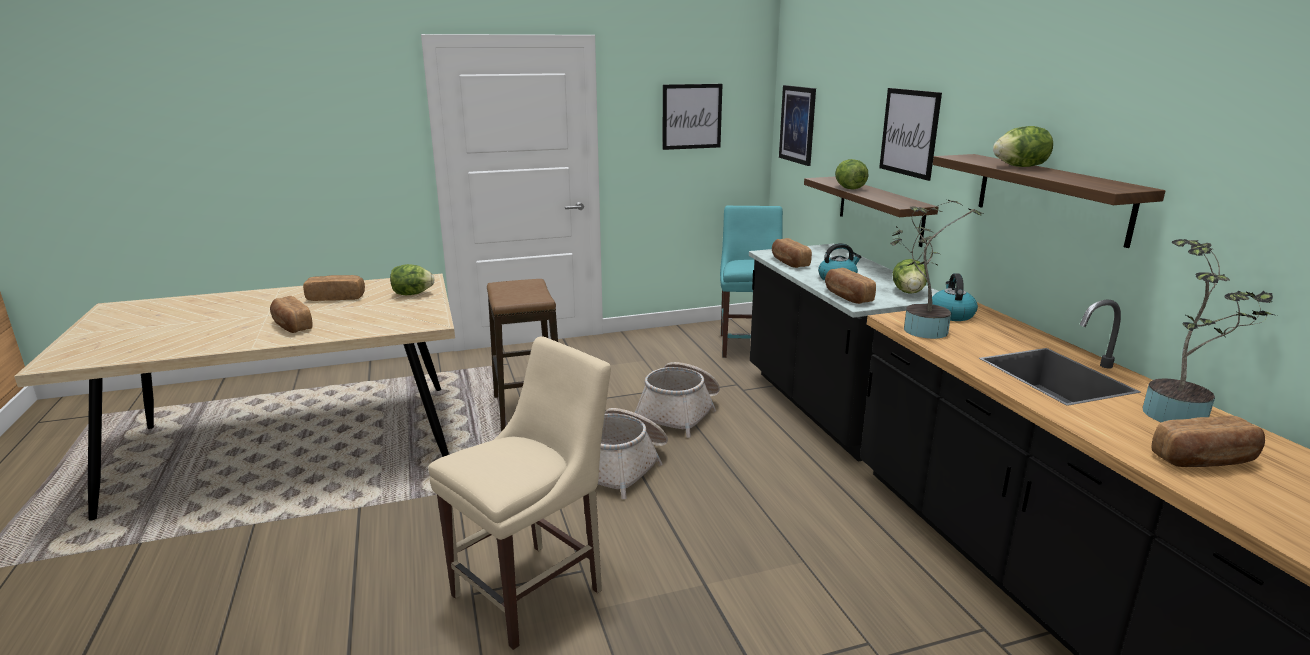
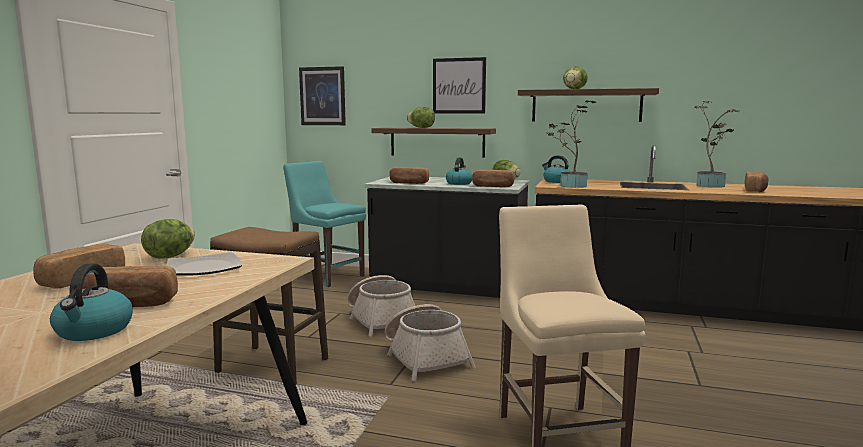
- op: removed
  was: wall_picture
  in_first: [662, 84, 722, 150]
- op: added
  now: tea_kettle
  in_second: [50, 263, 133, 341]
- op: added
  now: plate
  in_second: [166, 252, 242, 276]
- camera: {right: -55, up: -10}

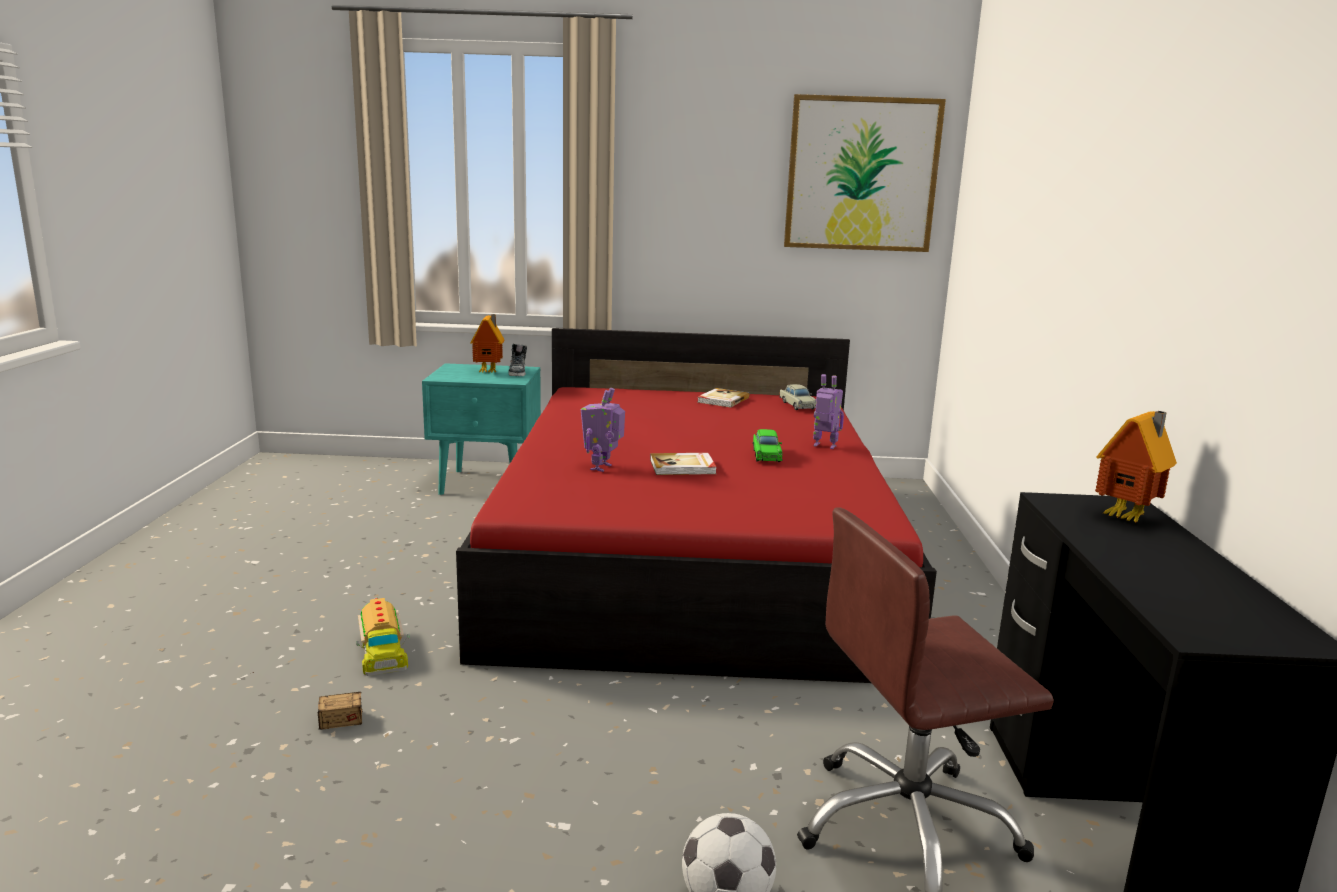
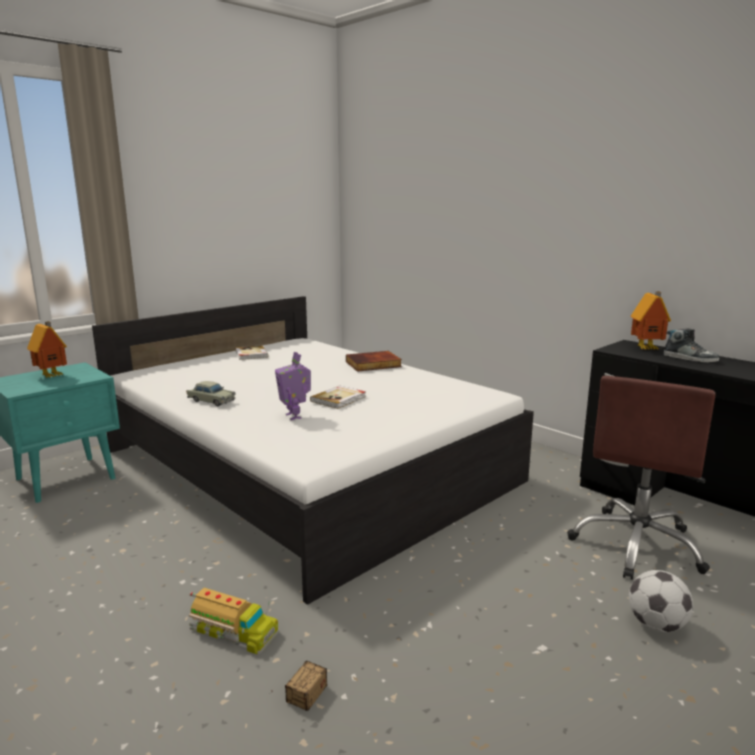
- op: recoloured
  was: reddish_sleeping_bed
  now: white-coloured_sleeping_bed
  in_first: [456, 328, 937, 683]
  in_second: [92, 296, 534, 605]
- op: moved
  was: low_shoe
  in_first: [508, 344, 527, 376]
  in_second: [664, 328, 719, 363]
- op: removed
  was: green_miniature_car
  in_first: [753, 429, 783, 462]
- op: moved
  was: beige-coloured_miniature_car
  in_first: [779, 384, 816, 410]
  in_second: [186, 381, 236, 406]
- op: removed
  was: wall_picture
  in_first: [784, 94, 946, 252]
- op: replaced
  was: toy_robot
  now: volume
  in_first: [813, 374, 844, 449]
  in_second: [346, 351, 402, 372]
- camera: {right: -45, up: 0}

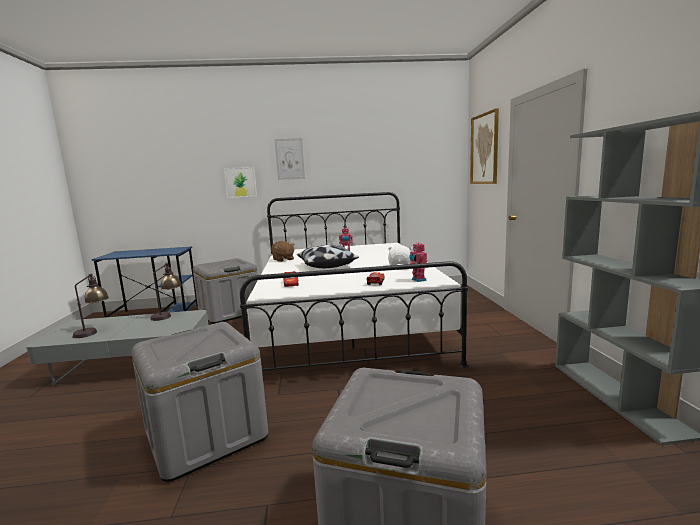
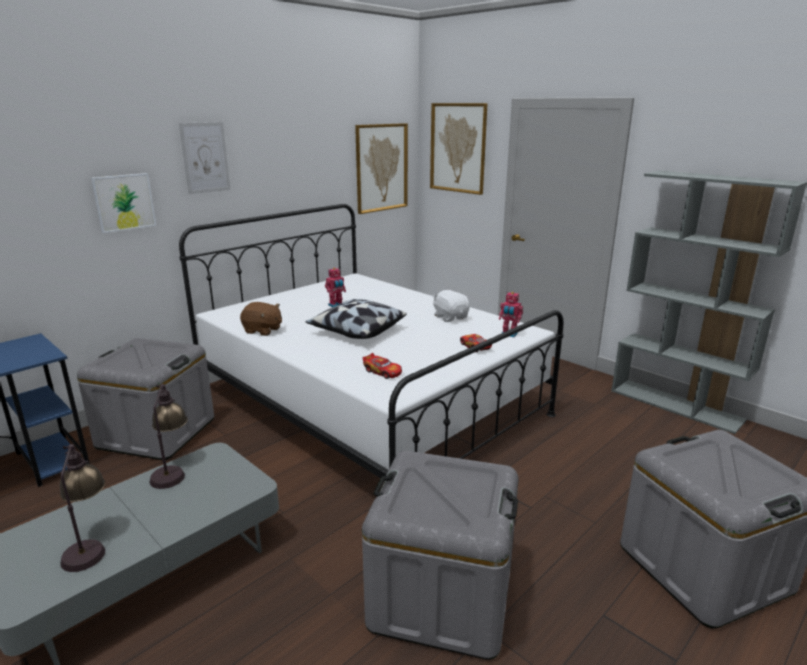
- op: added
  now: wall_picture
  in_second: [355, 123, 408, 214]
- camera: {right: -40, up: 10}

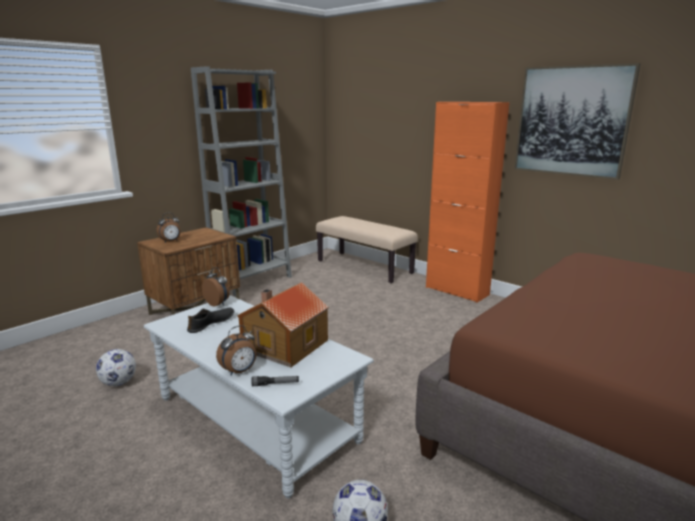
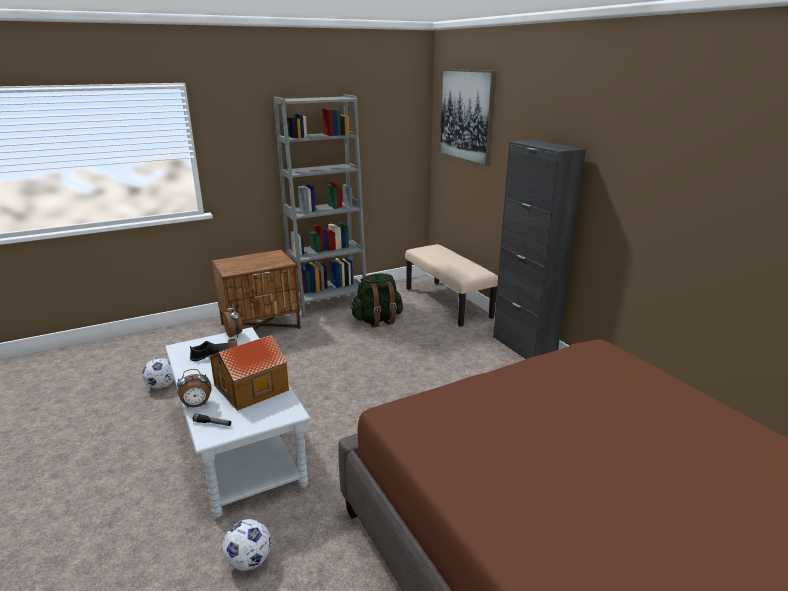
- op: removed
  was: alarm_clock
  in_first: [157, 212, 180, 243]
- op: recoloured
  was: orange_cupboard
  now: black-coloured_cupboard
  in_first: [426, 102, 509, 303]
  in_second: [493, 140, 586, 359]
- op: moved
  was: wall_picture
  in_first: [514, 63, 640, 180]
  in_second: [439, 69, 496, 167]
- op: added
  now: green_rucksack
  in_second: [351, 273, 403, 328]
- camera: {right: 20, up: 5}

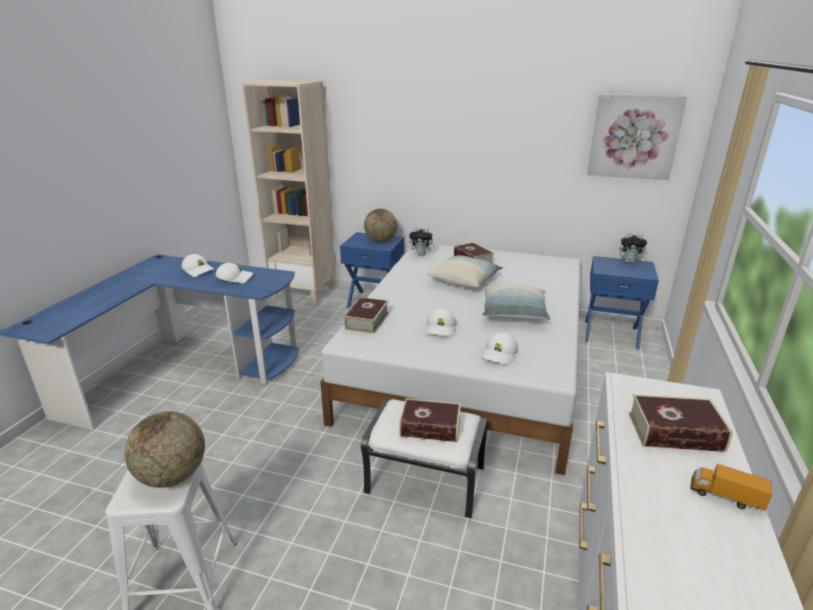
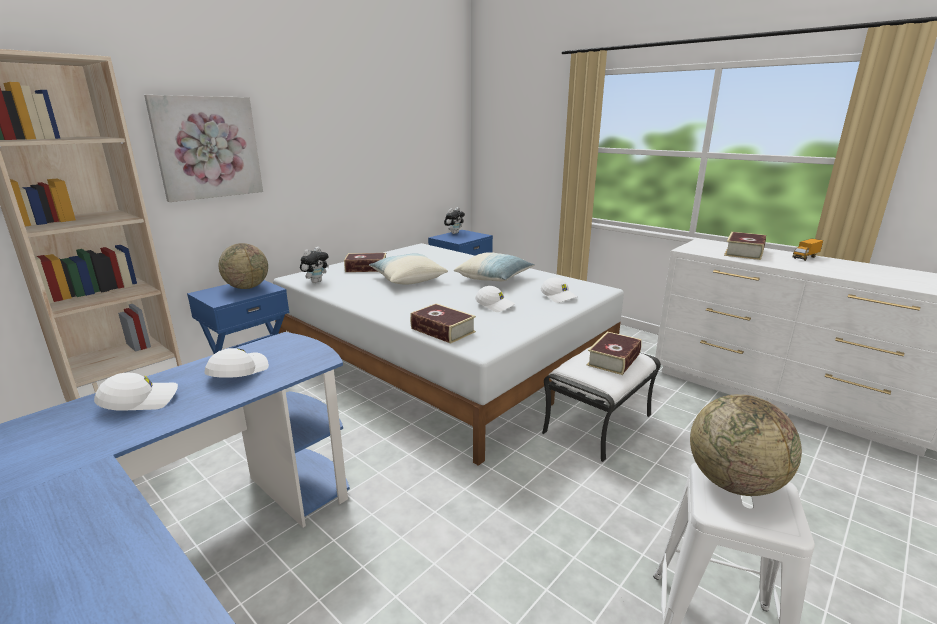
- op: moved
  was: wall_picture
  in_first: [587, 94, 687, 180]
  in_second: [144, 95, 263, 202]
- camera: {right: -65, up: -5}

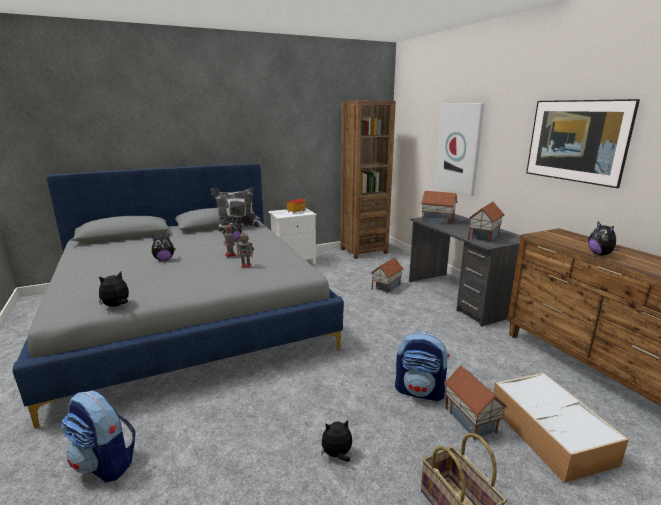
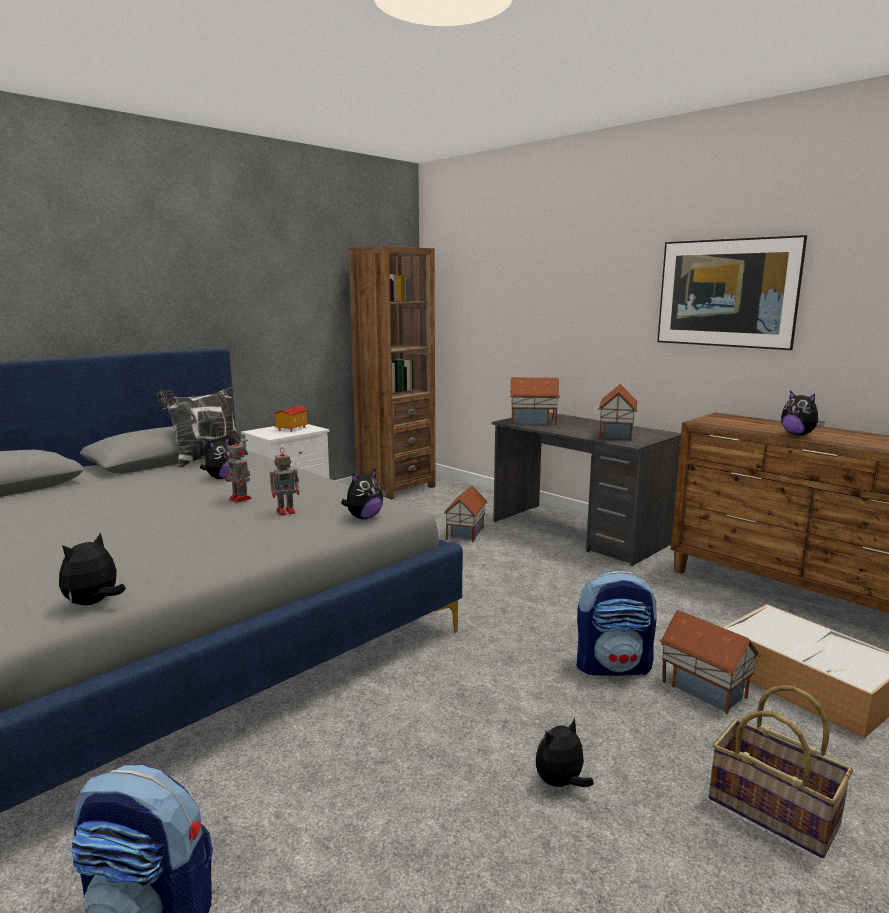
- op: moved
  was: soft_toy
  in_first: [152, 235, 175, 261]
  in_second: [341, 469, 383, 519]
- op: removed
  was: wall_picture
  in_first: [434, 103, 485, 196]
- camera: {right: -20, up: -5}

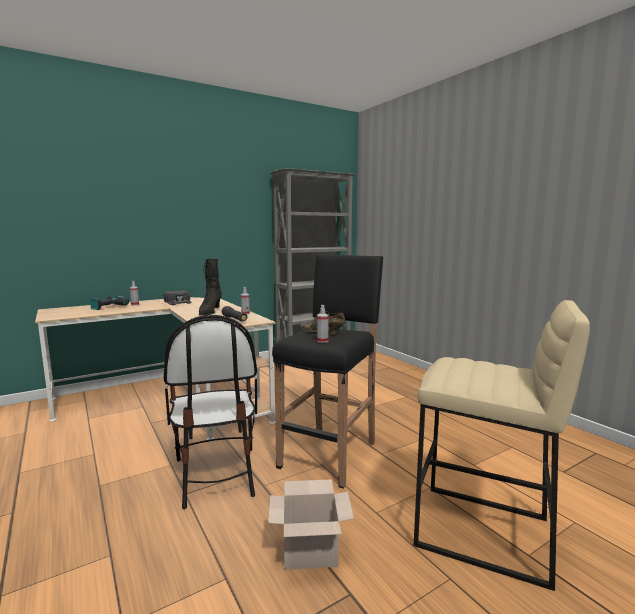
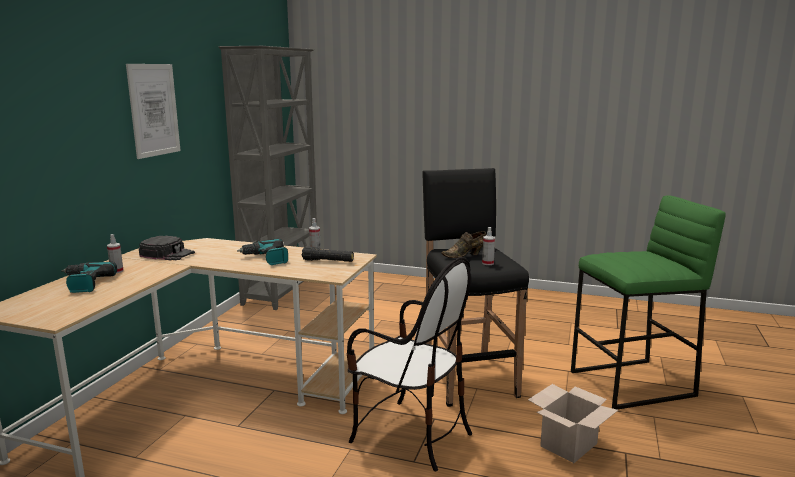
- op: replaced
  was: black-coloured_tall_boot
  now: electric_drill
  in_first: [199, 259, 222, 315]
  in_second: [237, 239, 288, 265]
- op: recoloured
  was: beige-coloured_sitting_stool
  now: green_sitting_stool
  in_first: [414, 300, 590, 591]
  in_second: [571, 195, 726, 410]
- op: added
  now: wall_picture
  in_second: [126, 64, 181, 159]
- camera: {right: -40, up: 5}

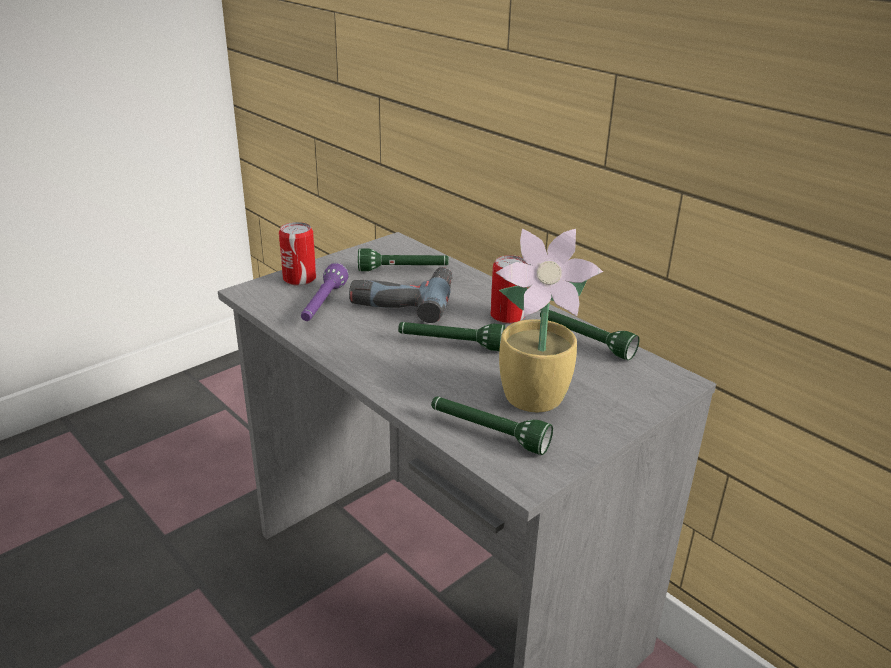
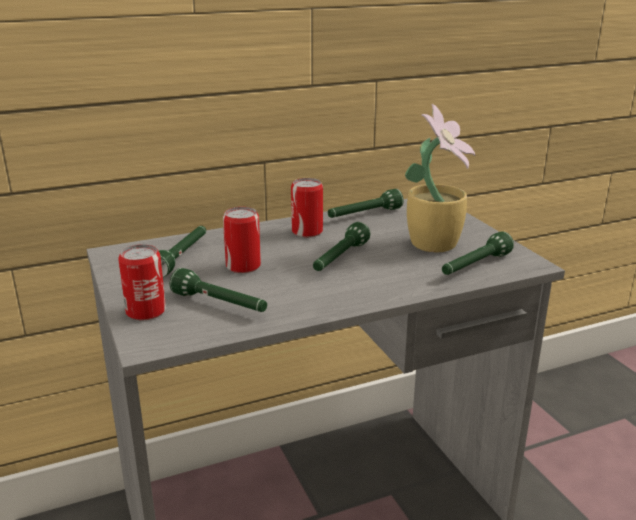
- op: recoloured
  was: purplish_torch
  now: green_torch
  in_first: [301, 263, 349, 321]
  in_second: [170, 268, 267, 312]
- op: replaced
  was: electric_drill
  now: sealed_can
  in_first: [349, 267, 453, 323]
  in_second: [223, 207, 261, 273]
- camera: {right: -70, up: -5}

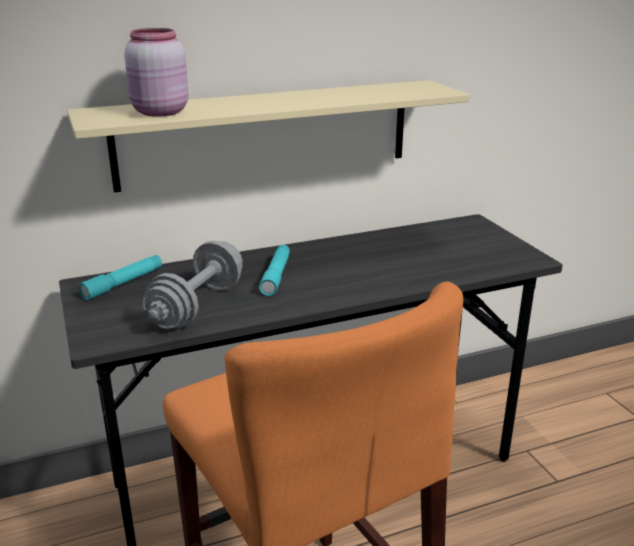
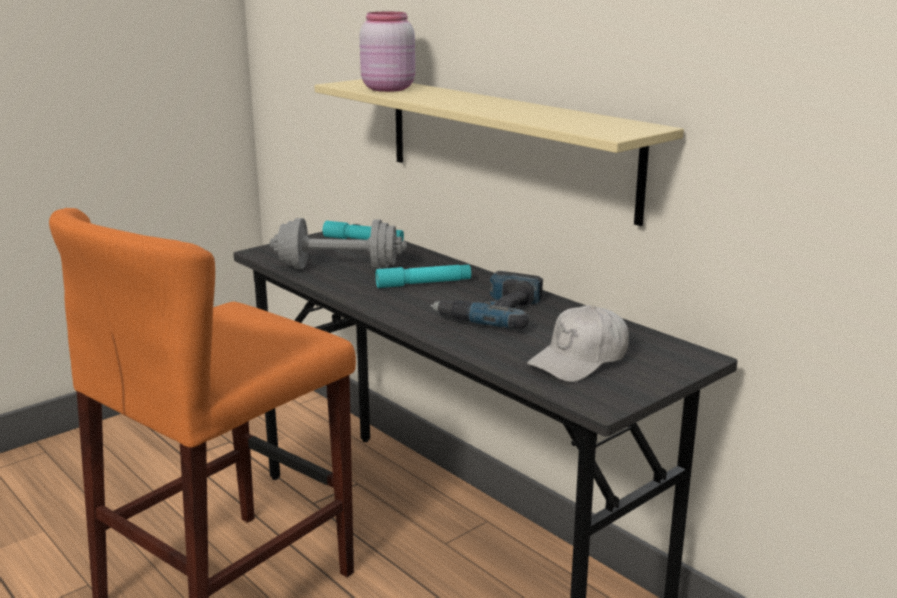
- op: added
  now: electric_drill
  in_second: [430, 271, 543, 330]
- op: added
  now: white-coloured_peaked_cap
  in_second: [527, 305, 629, 382]
- camera: {right: 70, up: -5}

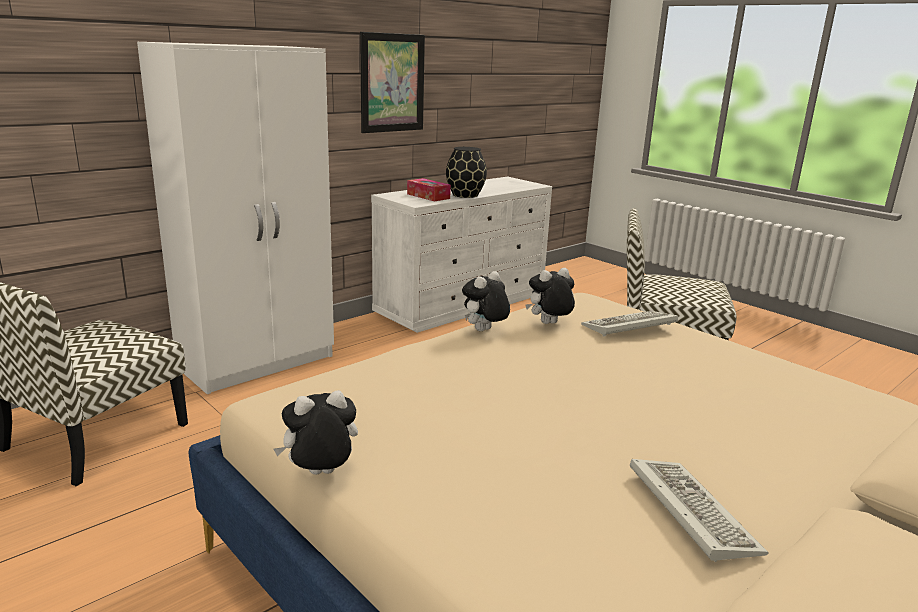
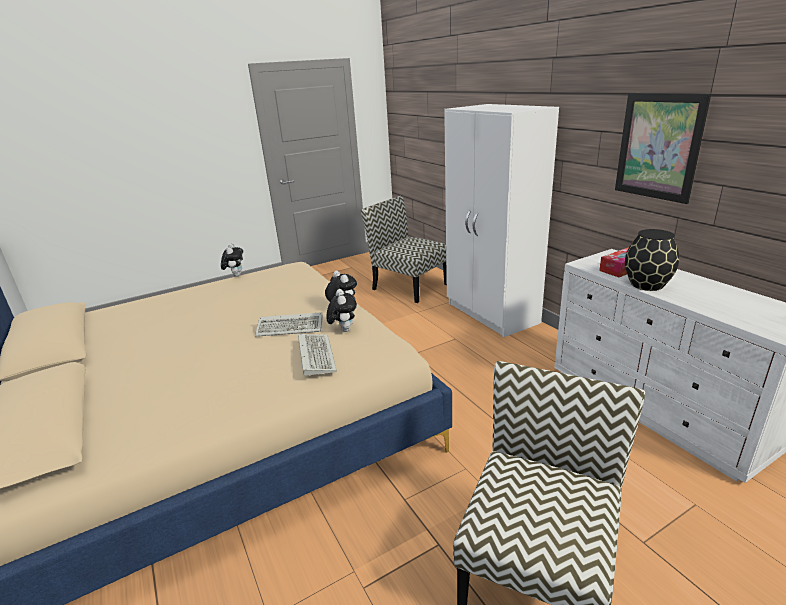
- op: moved
  was: keyboard
  in_first: [630, 459, 768, 562]
  in_second: [255, 312, 323, 337]
- camera: {right: 105, up: 5}

